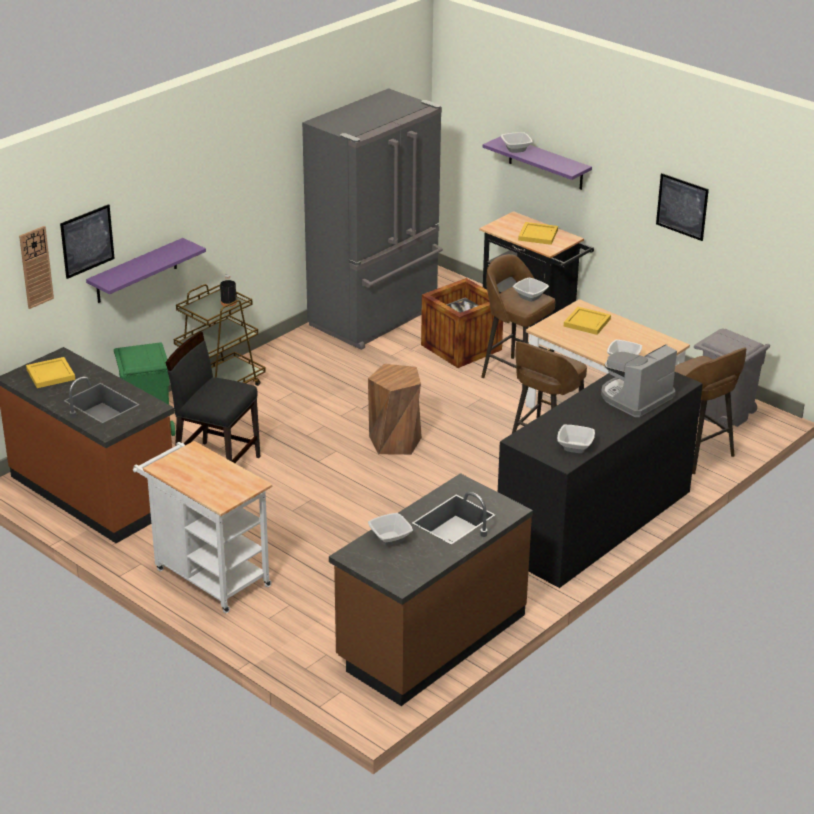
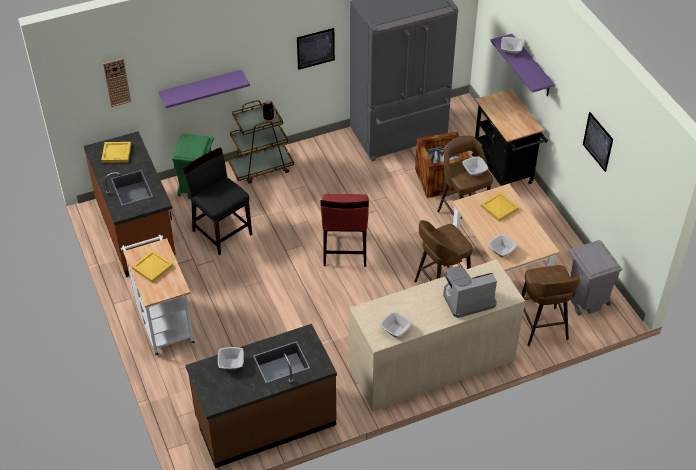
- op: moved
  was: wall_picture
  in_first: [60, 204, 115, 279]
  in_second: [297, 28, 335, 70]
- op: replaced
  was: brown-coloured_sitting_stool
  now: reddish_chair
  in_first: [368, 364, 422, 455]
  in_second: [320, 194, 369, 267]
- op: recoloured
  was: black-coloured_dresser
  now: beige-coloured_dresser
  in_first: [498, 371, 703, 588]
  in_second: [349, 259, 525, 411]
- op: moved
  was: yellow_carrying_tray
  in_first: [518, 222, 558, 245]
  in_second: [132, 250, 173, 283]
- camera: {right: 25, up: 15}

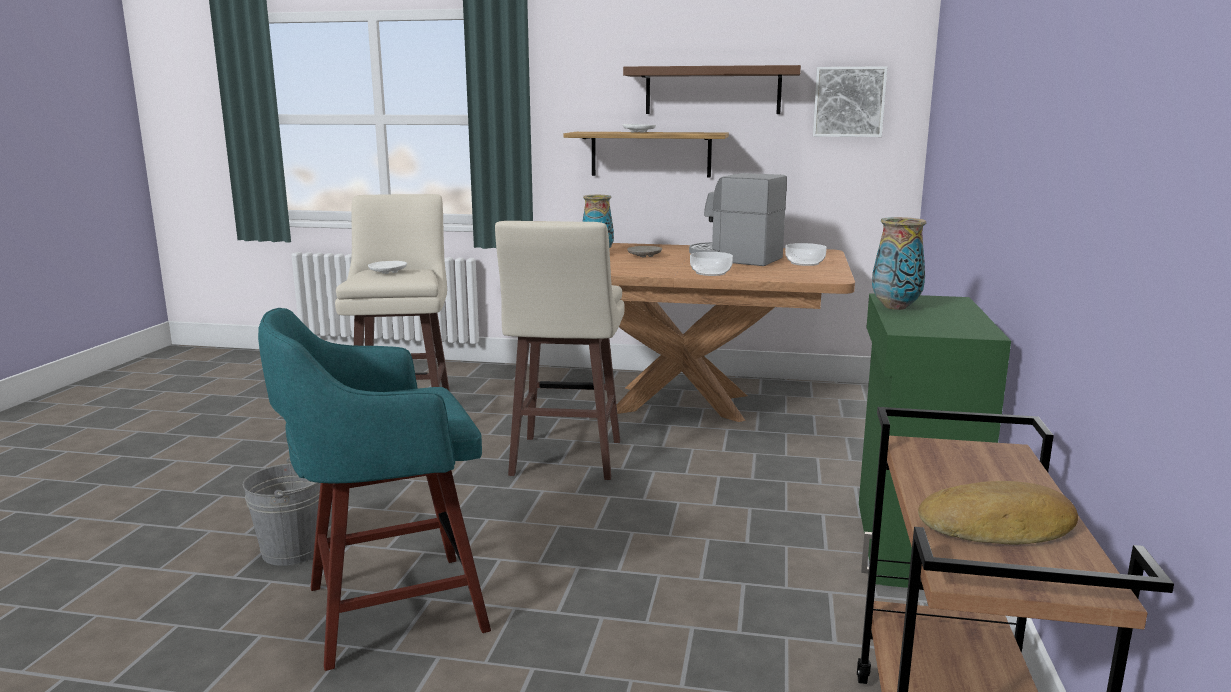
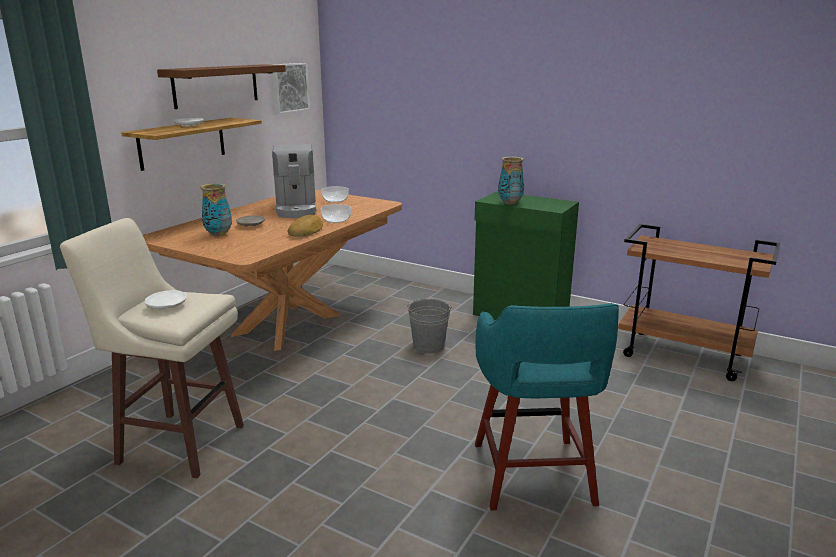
- op: moved
  was: gray_water_bucket
  in_first: [243, 457, 321, 566]
  in_second: [406, 299, 453, 354]
- op: removed
  was: beige-coloured_sitting_stool
  in_first: [495, 221, 625, 480]
- op: turned
  was: coffee_brewer
  in_first: [689, 173, 787, 266]
  in_second: [272, 144, 316, 218]
  clockwise: -60
- op: moved
  was: bakery_bread
  in_first: [918, 481, 1078, 544]
  in_second: [288, 215, 323, 237]
- camera: {right: -70, up: 5}

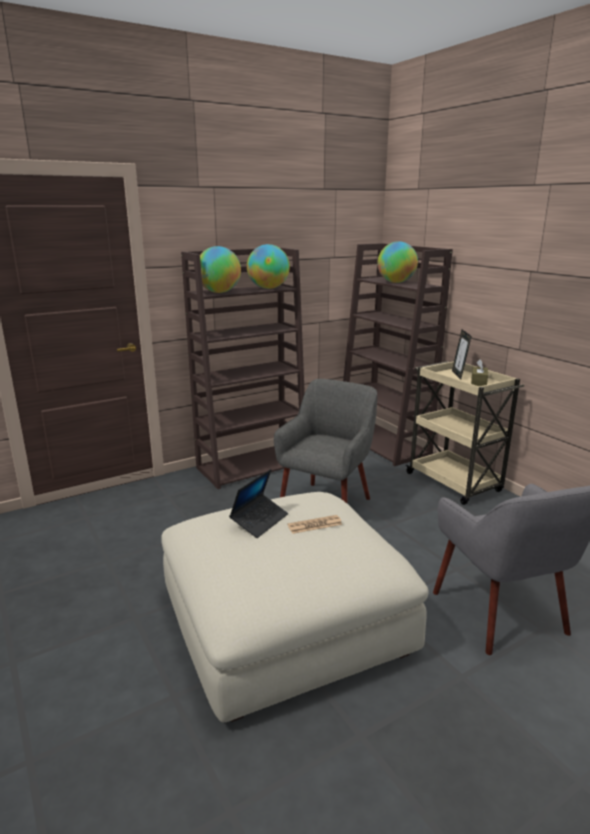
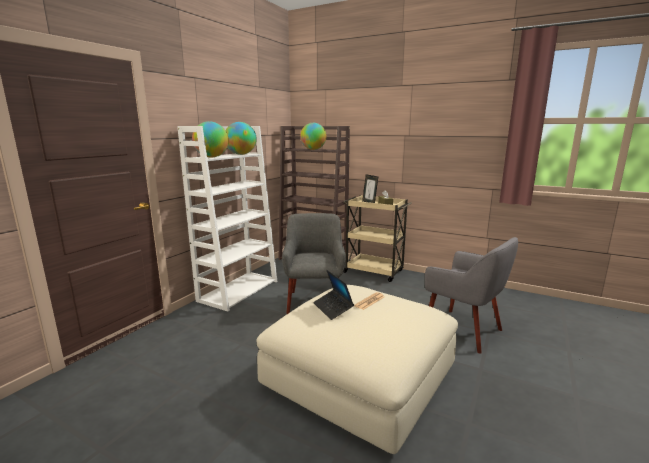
- op: recoloured
  was: brown-coloured_shelving_unit
  now: white-coloured_shelving_unit
  in_first: [181, 248, 305, 489]
  in_second: [177, 126, 277, 311]
- op: turned
  was: portable_computer
  in_first: [229, 469, 288, 538]
  in_second: [313, 270, 354, 320]
  clockwise: 150
- camera: {right: -30, up: -5}

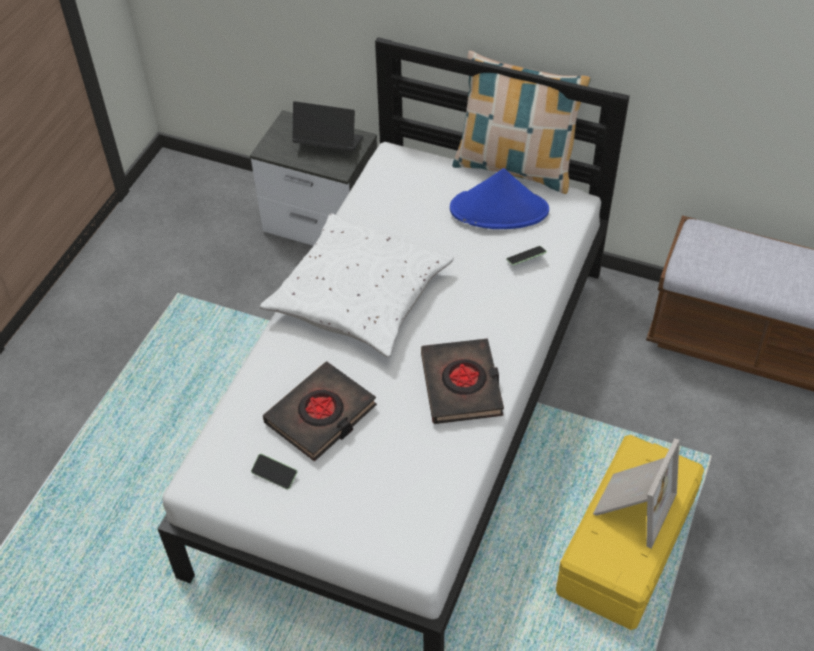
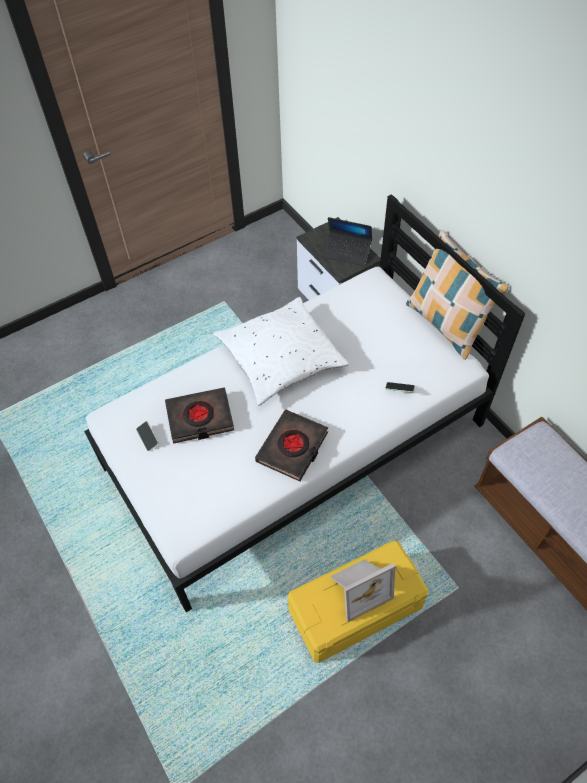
- op: turned
  was: portable_computer
  in_first: [292, 101, 363, 151]
  in_second: [322, 217, 372, 266]
  clockwise: 150
- op: removed
  was: bluish_clothing_hat
  in_first: [450, 168, 549, 229]
- camera: {right: 35, up: 5}

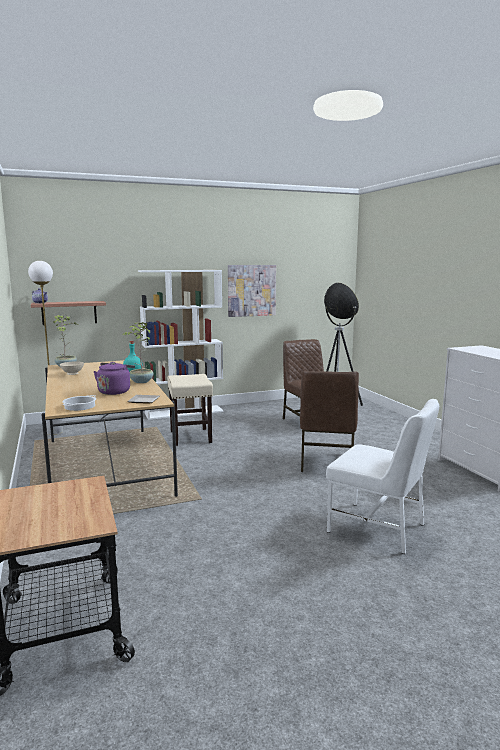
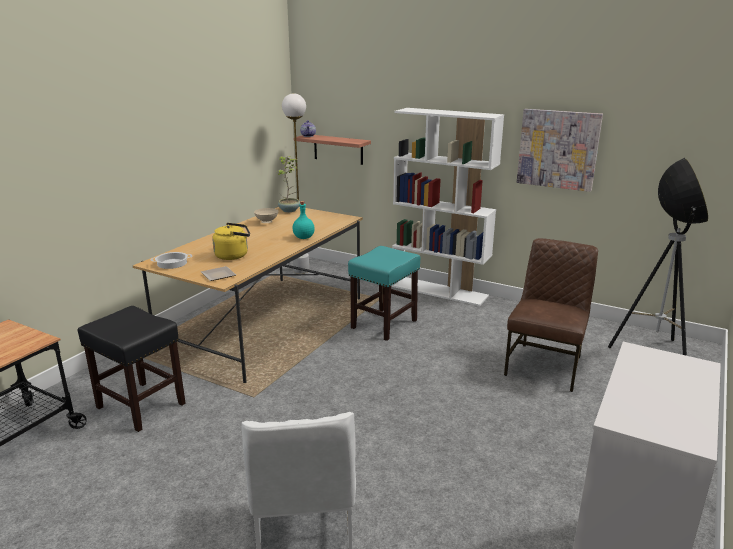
- op: recoloured
  was: purplish_tea_kettle
  now: yellow_tea_kettle
  in_first: [93, 362, 135, 395]
  in_second: [212, 223, 250, 260]
- op: removed
  was: houseplant
  in_first: [122, 322, 154, 383]
- op: recoloured
  was: beige-coloured_sitting_stool
  now: turquoise_sitting_stool
  in_first: [167, 374, 213, 446]
  in_second: [348, 246, 421, 341]
- op: removed
  was: brown-coloured_chair
  in_first: [300, 371, 359, 472]
- op: added
  now: black-coloured_sitting_stool
  in_second: [78, 306, 186, 432]
- camera: {right: 50, up: 10}

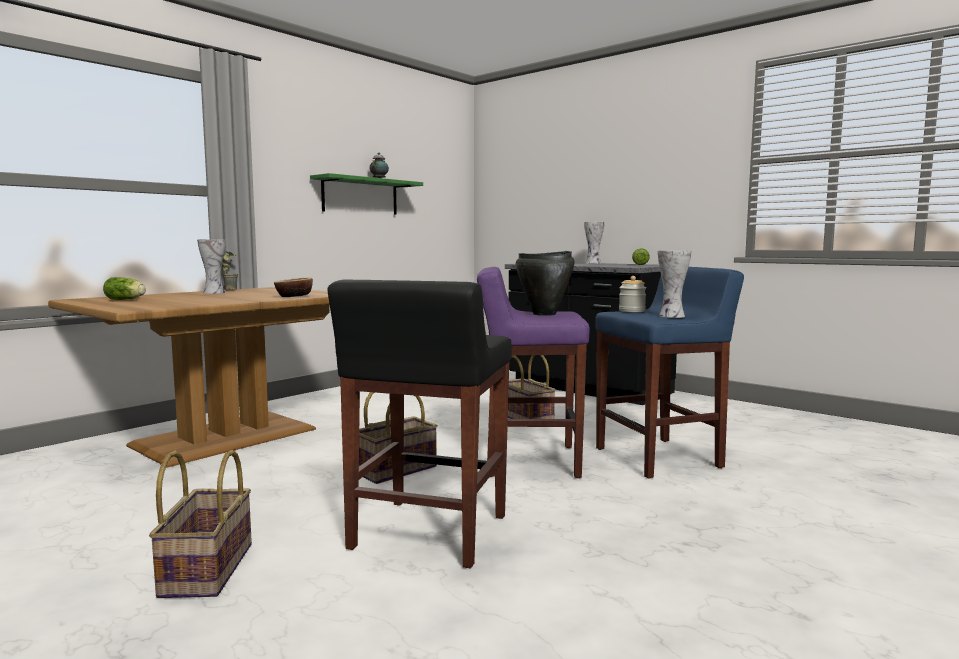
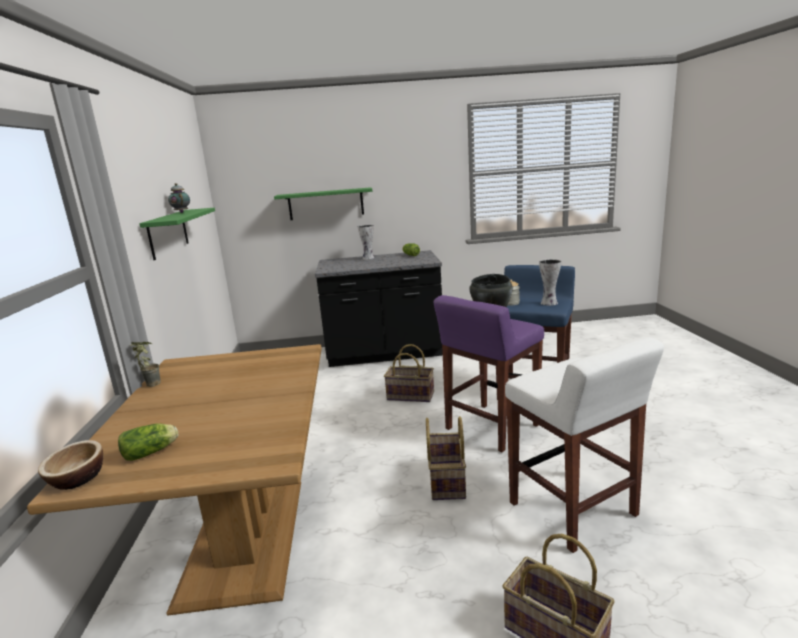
- op: removed
  was: flower_vase
  in_first: [197, 240, 226, 294]
- op: moved
  was: serving_bowl
  in_first: [274, 277, 313, 297]
  in_second: [38, 440, 103, 490]
- op: recoloured
  was: black-coloured_sitting_stool
  now: white-coloured_sitting_stool
  in_first: [328, 279, 512, 568]
  in_second: [505, 337, 664, 553]
- op: added
  now: green_bracket_shelf
  in_second: [274, 187, 372, 220]
- camera: {right: -45, up: 10}

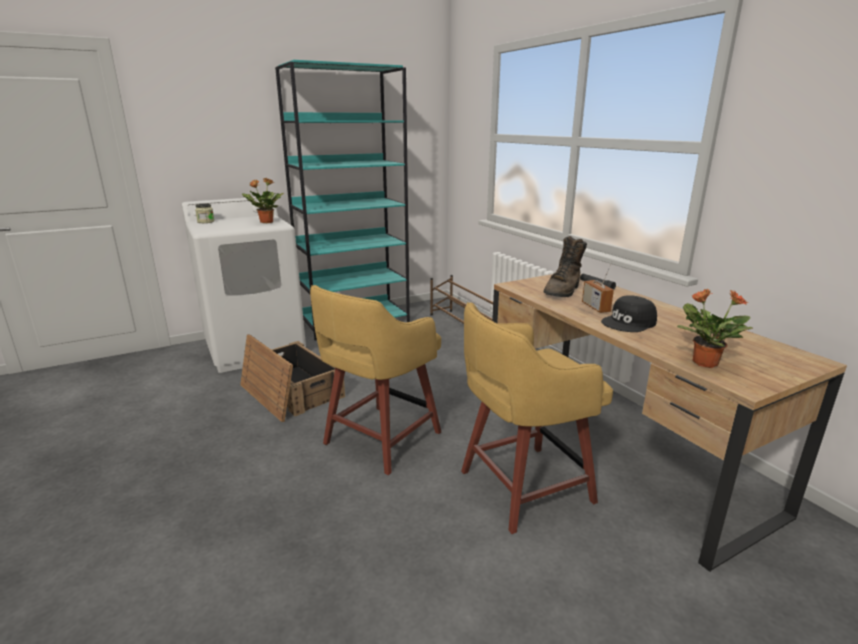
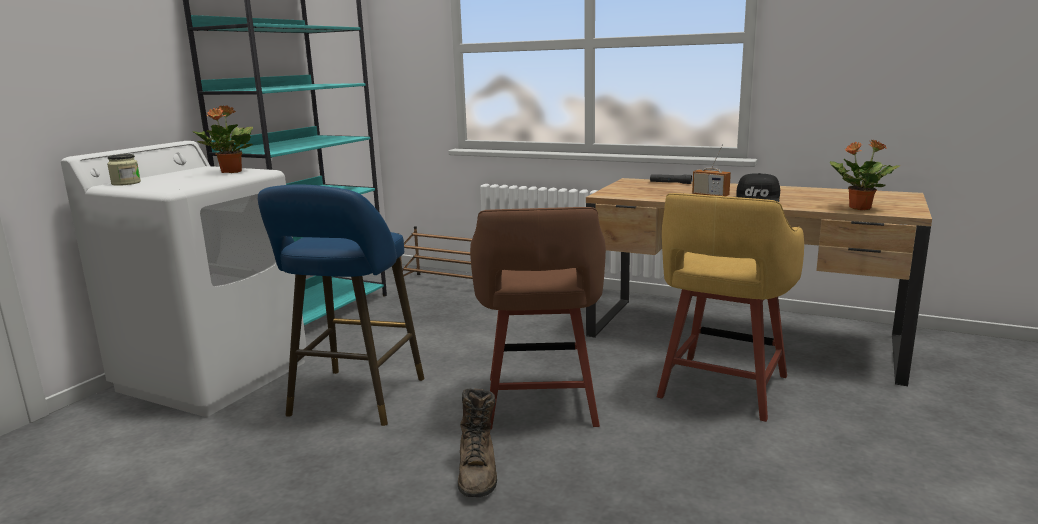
- op: replaced
  was: shipping_crate
  now: bluish_sitting_stool
  in_first: [240, 334, 345, 422]
  in_second: [258, 184, 424, 426]
- op: recoloured
  was: yellow_sitting_stool
  now: brown-coloured_sitting_stool
  in_first: [310, 285, 441, 475]
  in_second: [470, 207, 606, 430]
- op: moved
  was: brown-coloured_tall_boot
  in_first: [544, 236, 587, 297]
  in_second: [458, 389, 497, 497]
- camera: {right: -35, up: -5}

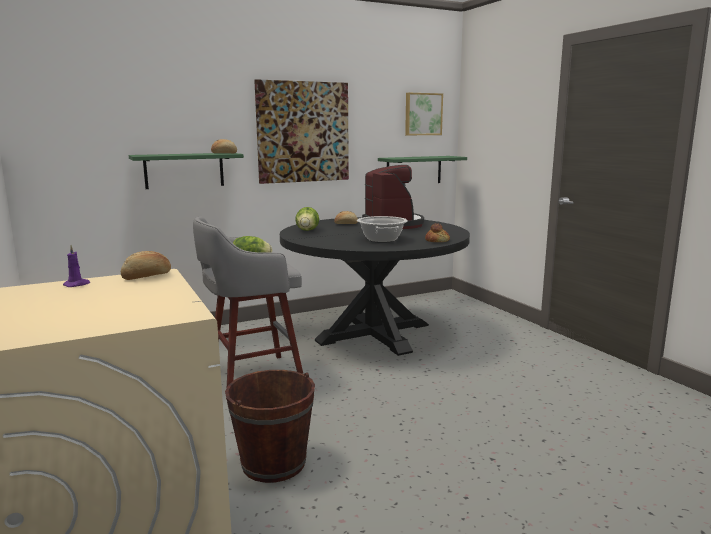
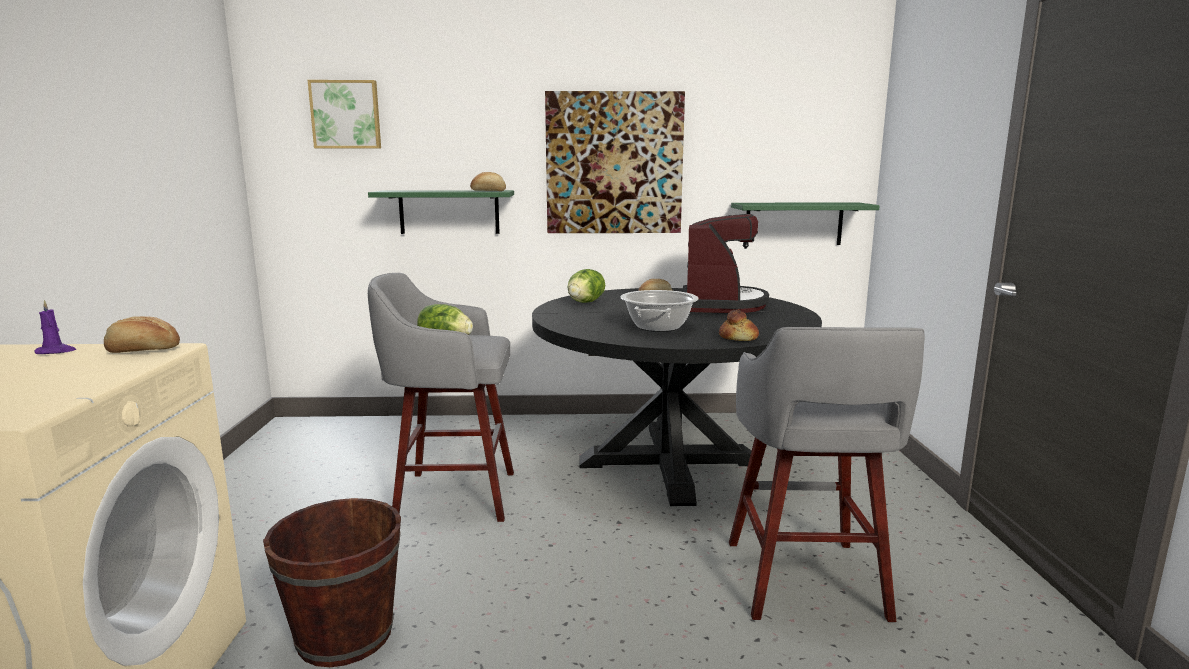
- op: moved
  was: wall_picture
  in_first: [405, 93, 443, 135]
  in_second: [308, 80, 381, 149]
- op: added
  now: gray_sitting_stool
  in_second: [729, 327, 925, 622]
- camera: {right: 25, up: 0}

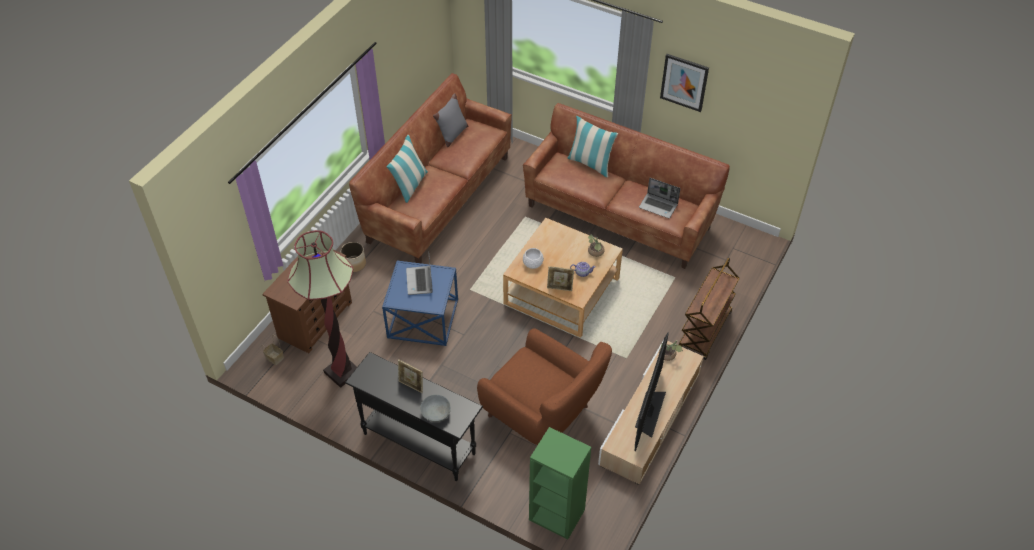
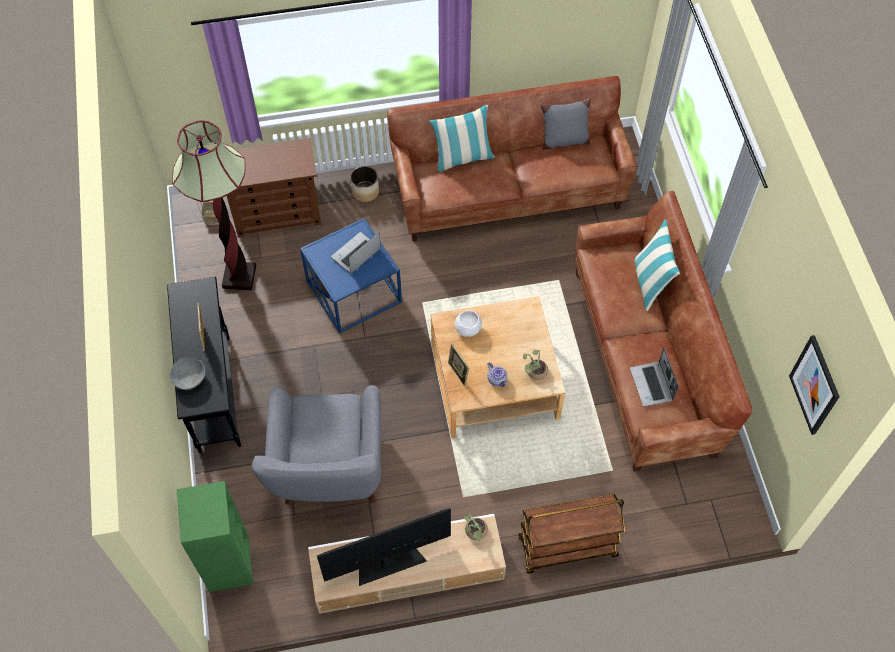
- op: recoloured
  was: brown-coloured_armchair
  now: gray_armchair
  in_first: [477, 328, 612, 445]
  in_second: [252, 385, 381, 505]
- op: moved
  was: wall_picture
  in_first: [660, 54, 709, 112]
  in_second: [789, 335, 840, 435]
- camera: {right: 50, up: 10}

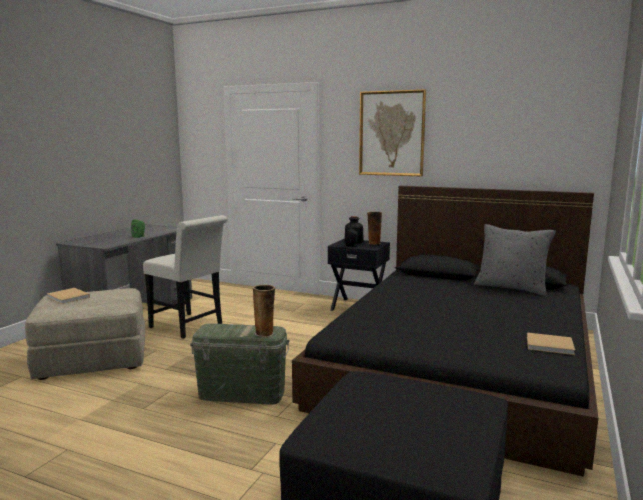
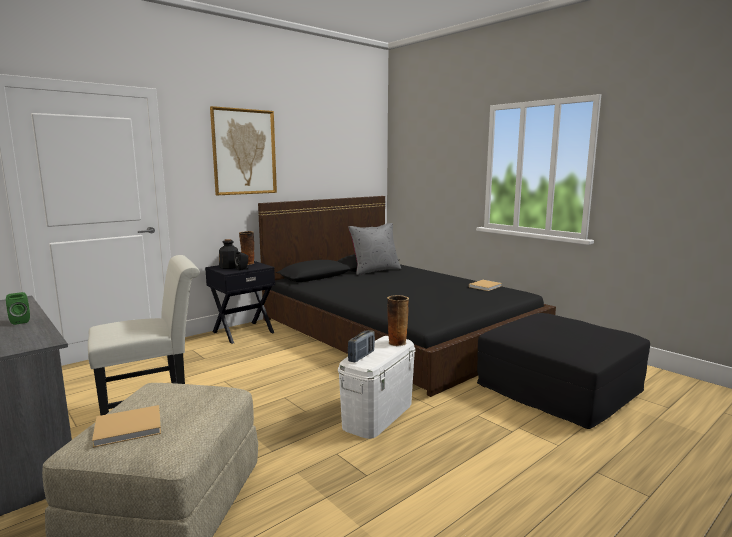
- op: recoloured
  was: green_storage_box
  now: white-coloured_storage_box
  in_first: [190, 323, 289, 405]
  in_second: [338, 336, 416, 439]
- op: added
  now: radio_set
  in_second: [348, 330, 375, 362]
- camera: {right: -65, up: 0}

